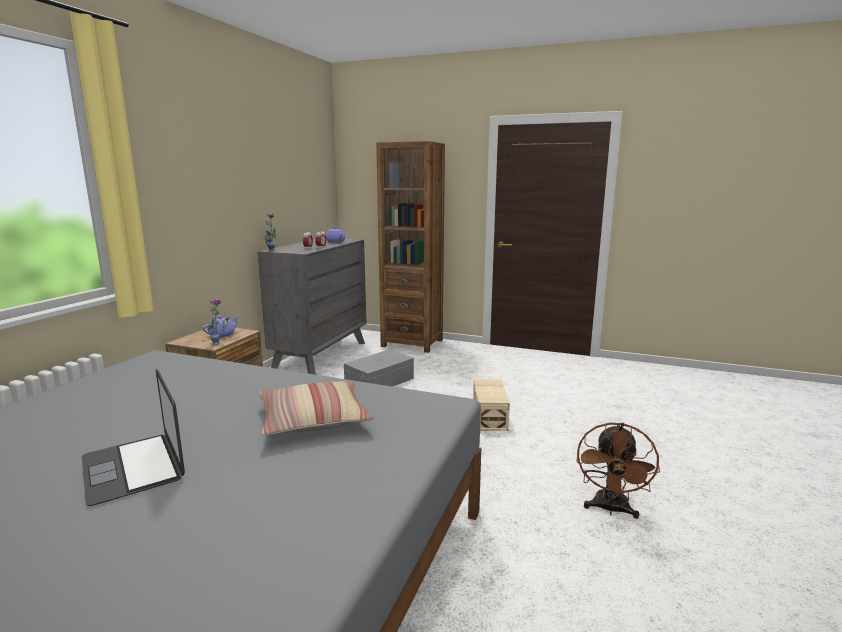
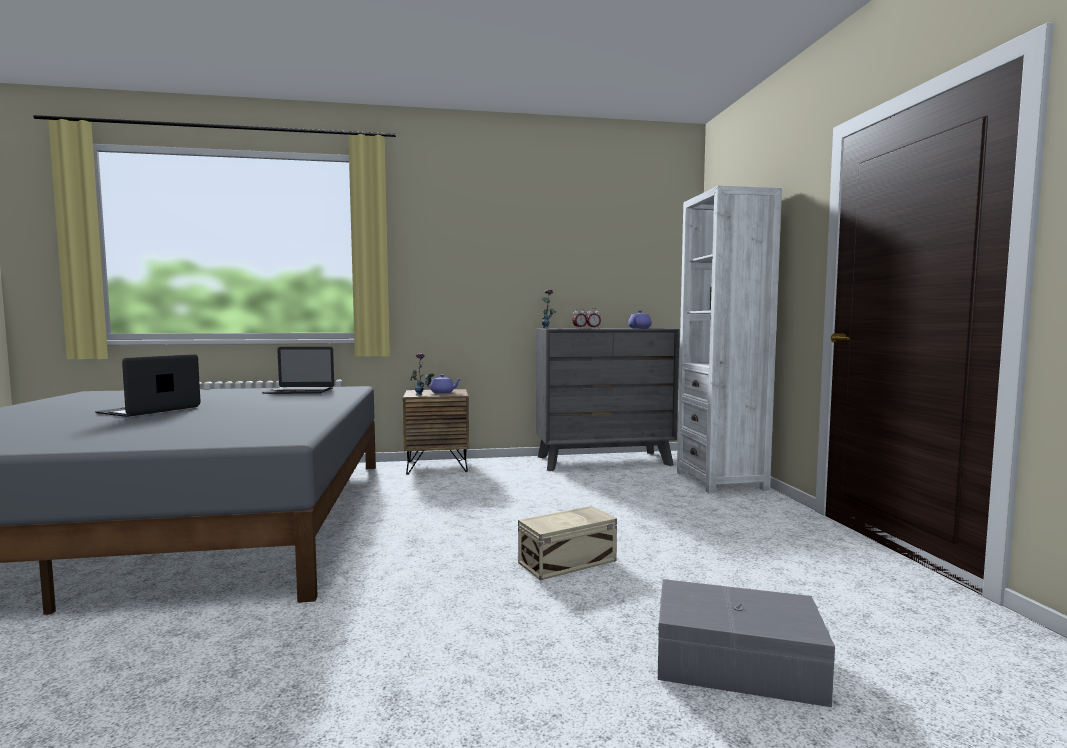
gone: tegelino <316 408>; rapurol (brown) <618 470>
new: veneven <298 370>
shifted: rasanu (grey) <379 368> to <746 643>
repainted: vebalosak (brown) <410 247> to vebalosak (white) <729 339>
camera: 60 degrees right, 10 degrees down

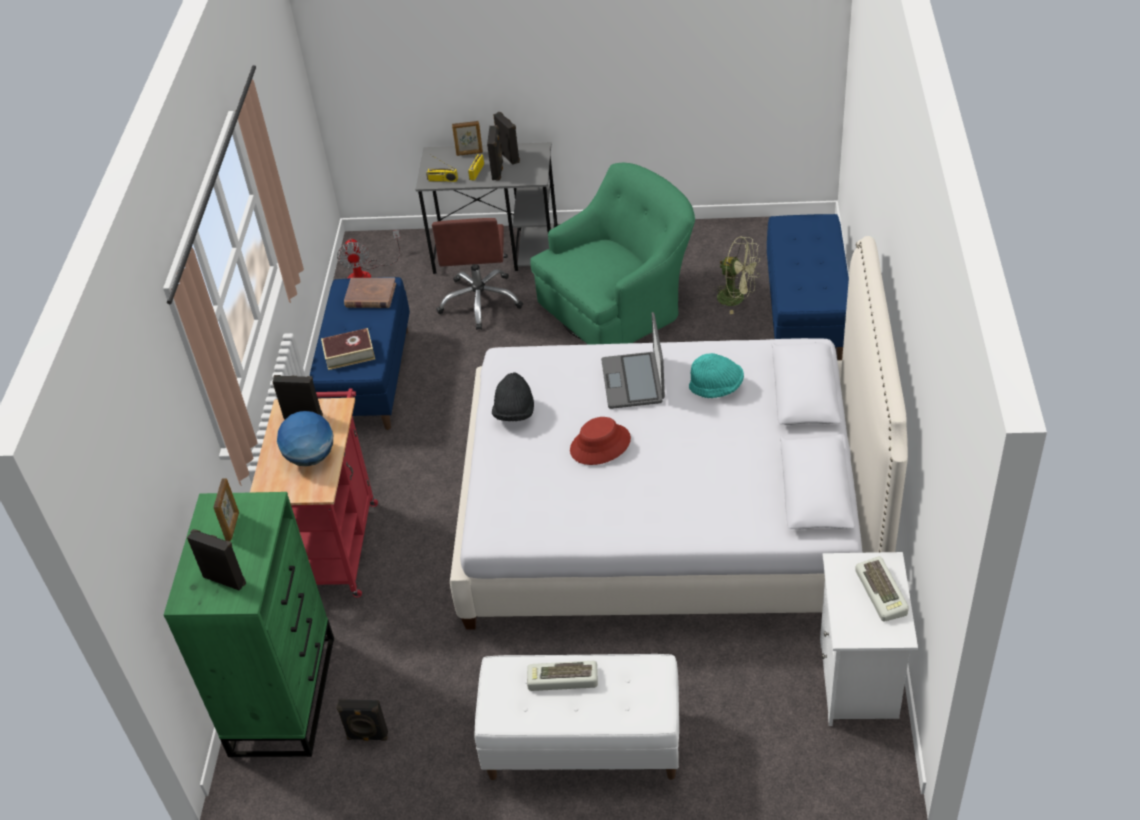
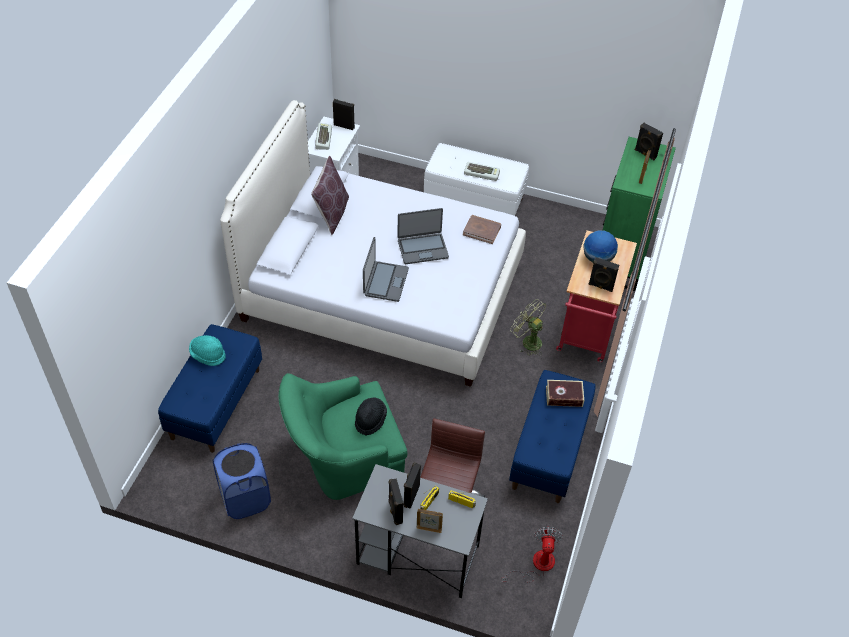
new: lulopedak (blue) <242 481>; tegelino (brown) <330 195>
shifted: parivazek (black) <362 720> to <344 114>; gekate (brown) <370 293> to <482 229>; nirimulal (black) <513 396> to <371 416>; nirimulal (turquoise) <716 375> to <207 350>; rapurol (green) <737 275> to <528 328>
swapped: nirimulal (red) <600 441> to veneven <423 236>
camera: 170 degrees left, 5 degrees up

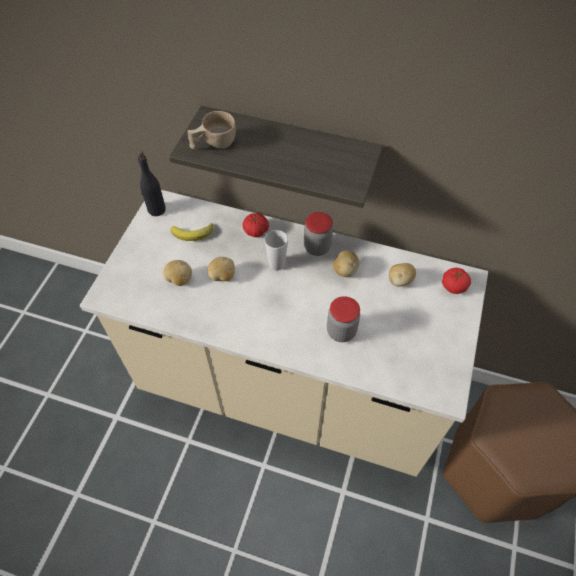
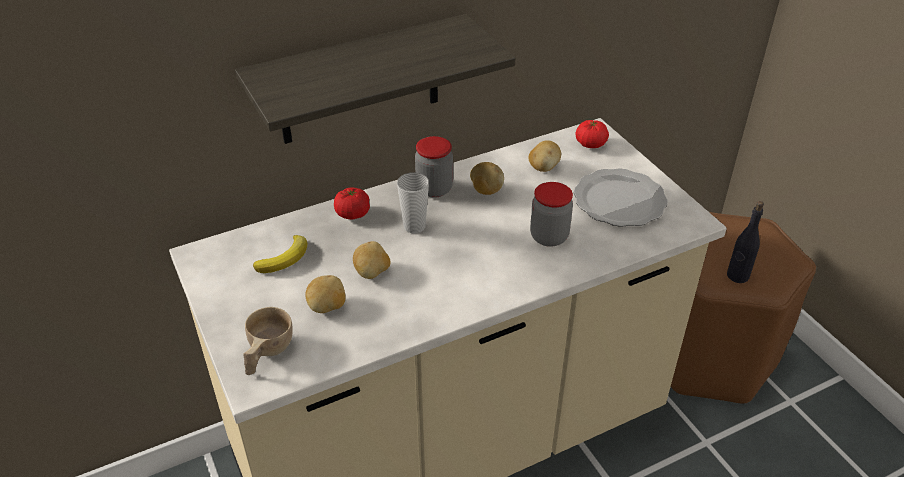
new: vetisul <621 197>
shifted: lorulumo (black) <151 183> to <745 242>; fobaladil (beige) <211 130> to <268 341>
camera: 45 degrees left, 15 degrees down

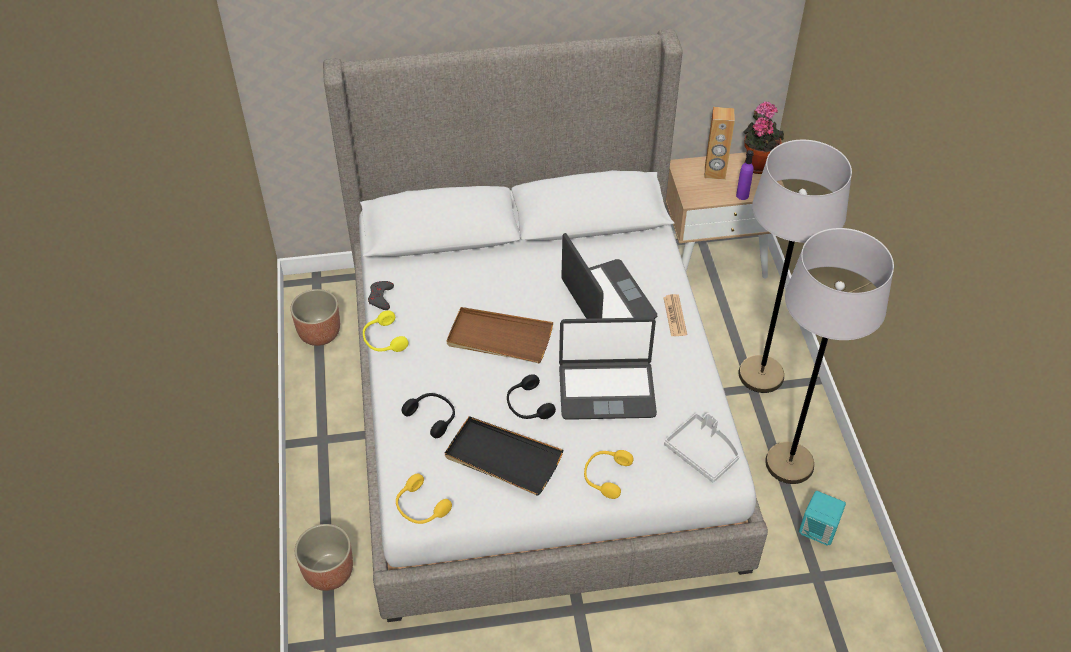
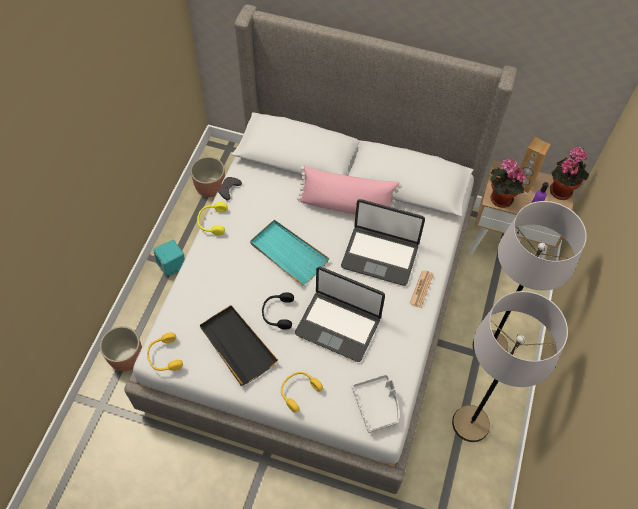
gone: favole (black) <428 415>
new: tegelino (pink) <349 190>; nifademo <507 183>
shifted: parivazek (turquoise) <822 518> to <169 258>
repainted: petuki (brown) <499 335> to petuki (turquoise) <289 253>
rotated: veneven <609 276> = <383 242> 105 degrees clockwise
camera: 25 degrees right, 10 degrees up

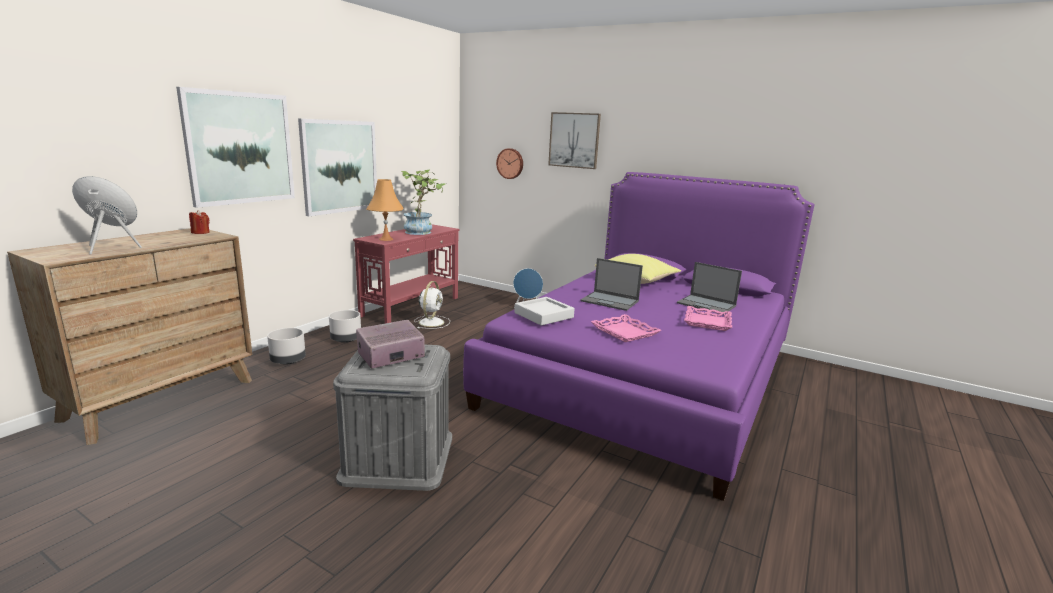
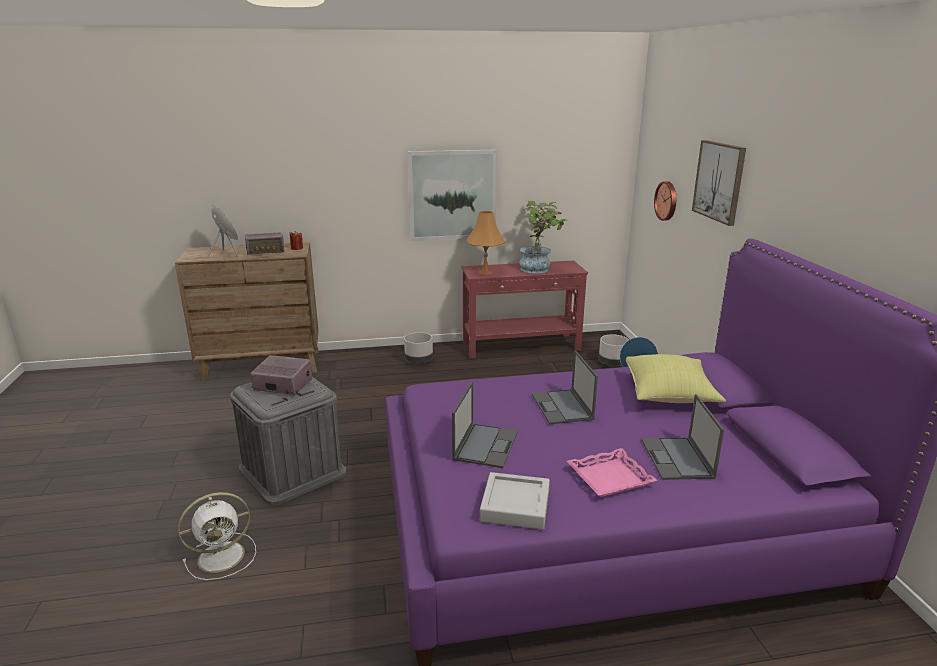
gone: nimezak <235 147>
new: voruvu <264 244>
shifted: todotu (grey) <286 346> to <614 350>; rapurol (white) <432 305> to <217 536>; petuki (grey) <544 311> to <515 501>
swapped: petuki (pink) <626 328> to veneven <485 425>
camera: 50 degrees right, 5 degrees up

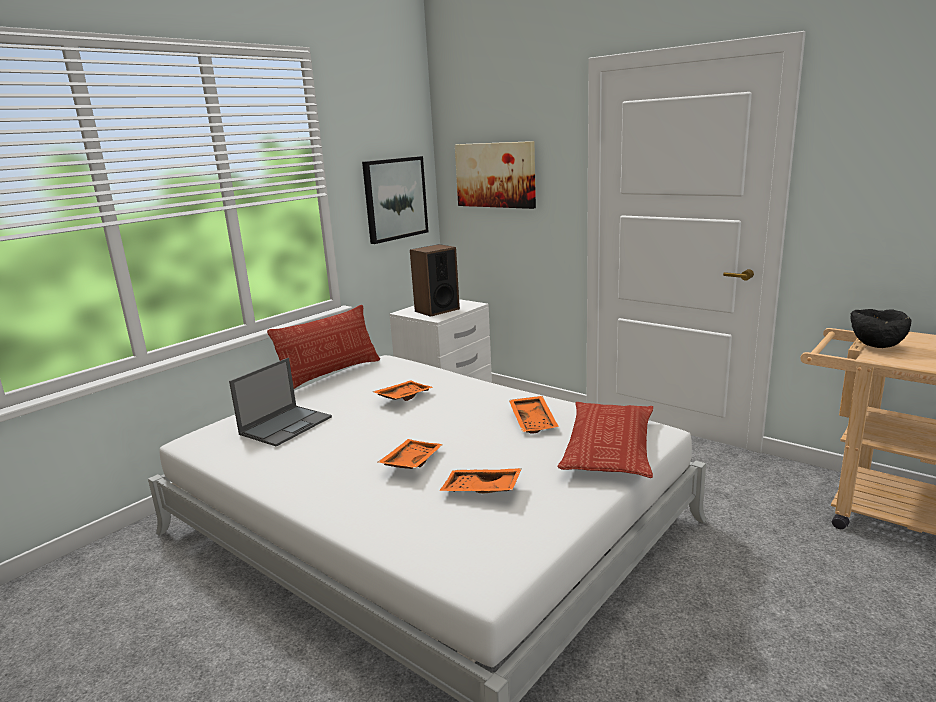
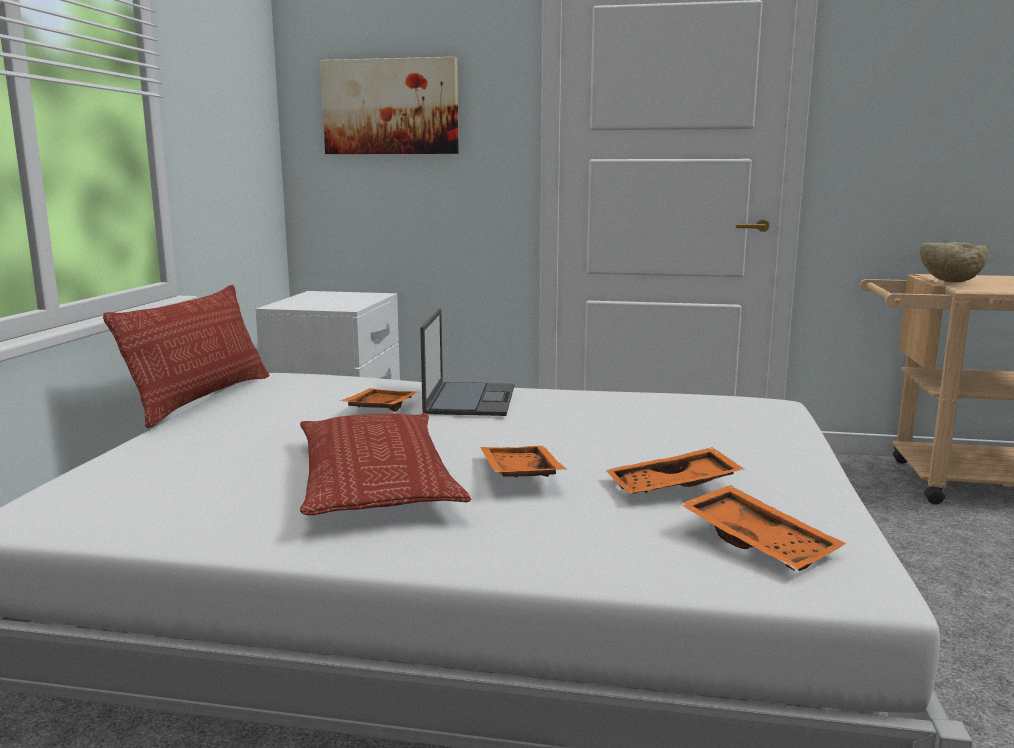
gone: nimezak <395 200>; parivazek <435 280>
shifted: veneven <280 402> to <467 362>; petuki (orange) <534 415> to <763 528>; tegelino <605 440> to <385 464>
repainted: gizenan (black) <881 328> to gizenan (beige) <954 262>
camera: 30 degrees left, 5 degrees down

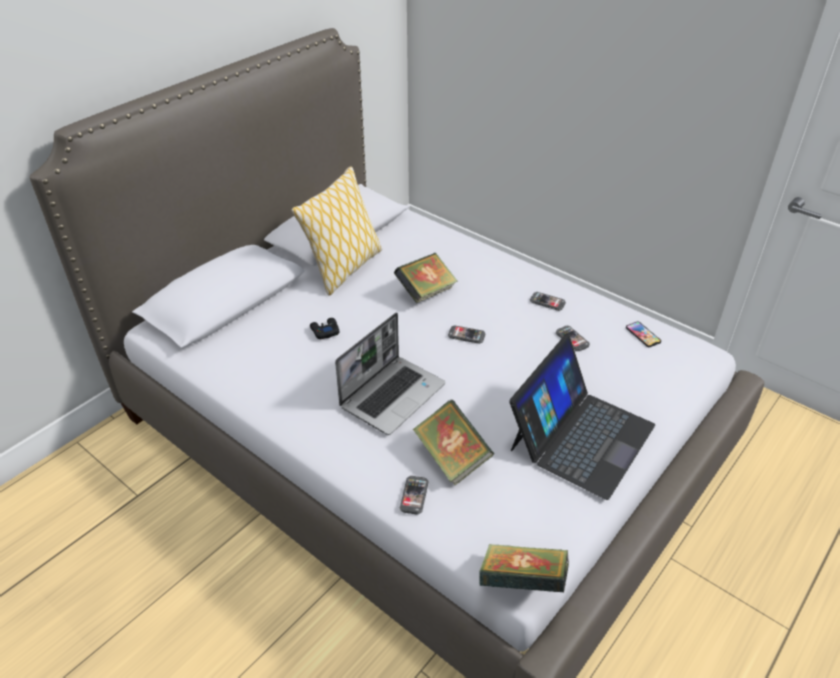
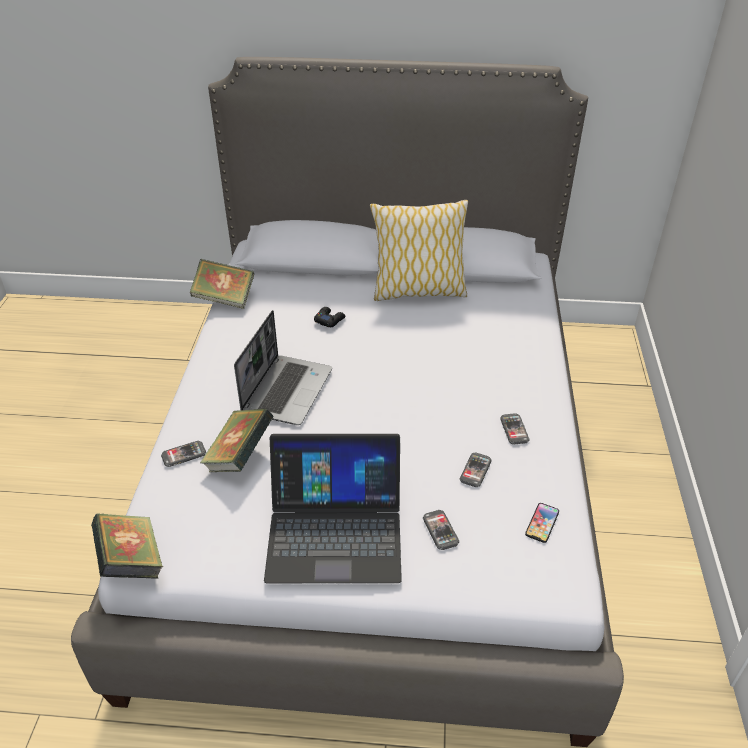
shifted: gekate <426 278> to <222 284>; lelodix <467 334> to <441 530>
rotated: veneven <390 373> = <283 367> 75 degrees counterclockwise
camera: 55 degrees right, 0 degrees up

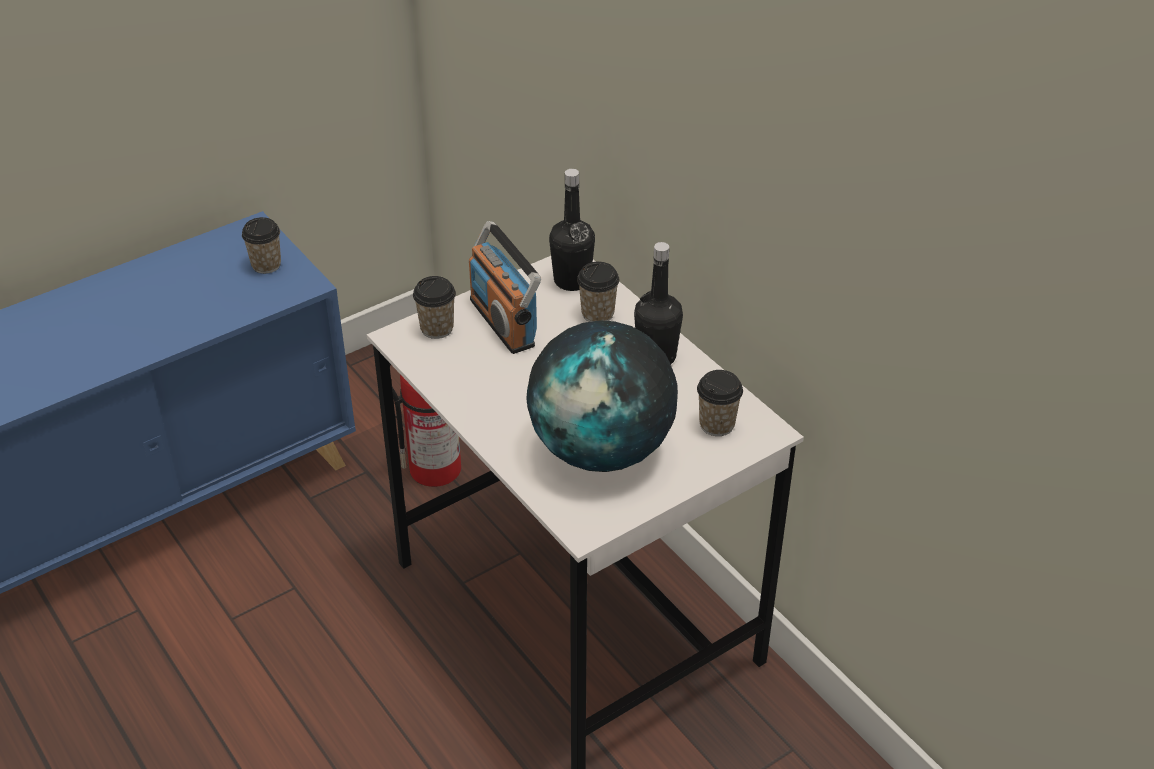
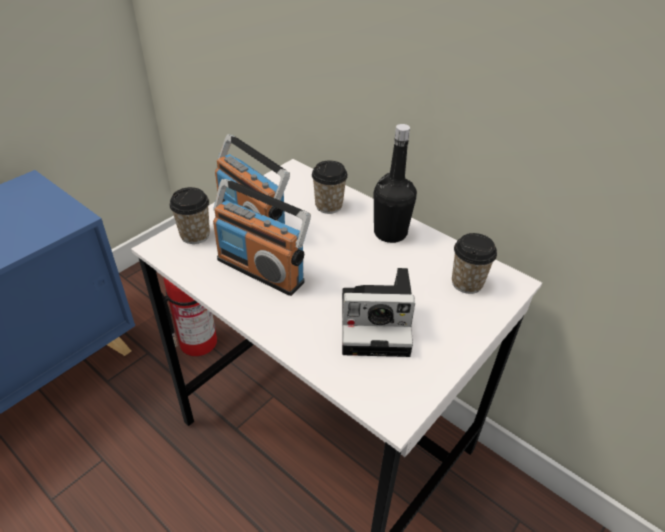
gone: fobaladil <261 245>; lorulumo (black) <572 230>
new: voruvu <262 237>
swapped: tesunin <602 396> to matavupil <378 312>
camera: 15 degrees left, 0 degrees up

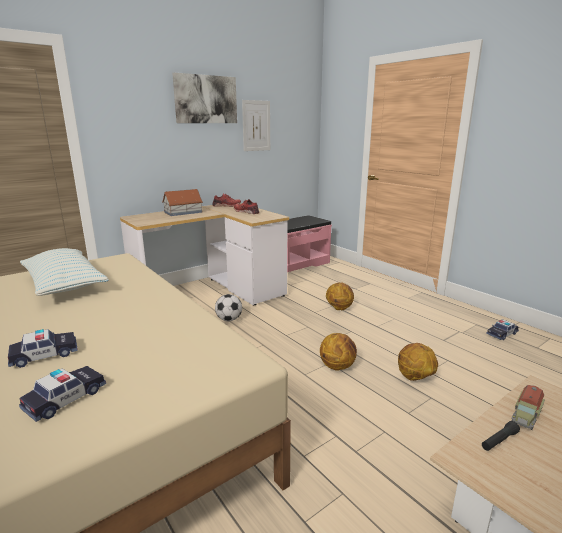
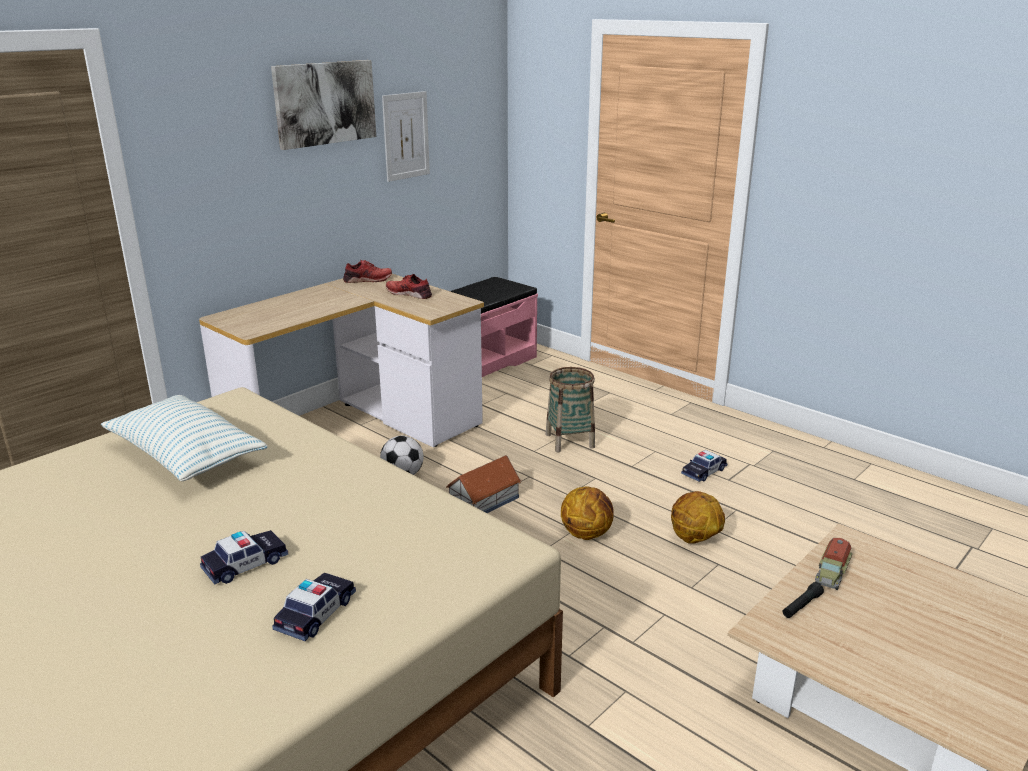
shifted: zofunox <182 202> to <484 484>; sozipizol <502 329> to <704 466>
swapped: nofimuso <340 296> to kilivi <570 409>
camera: 10 degrees left, 5 degrees up

